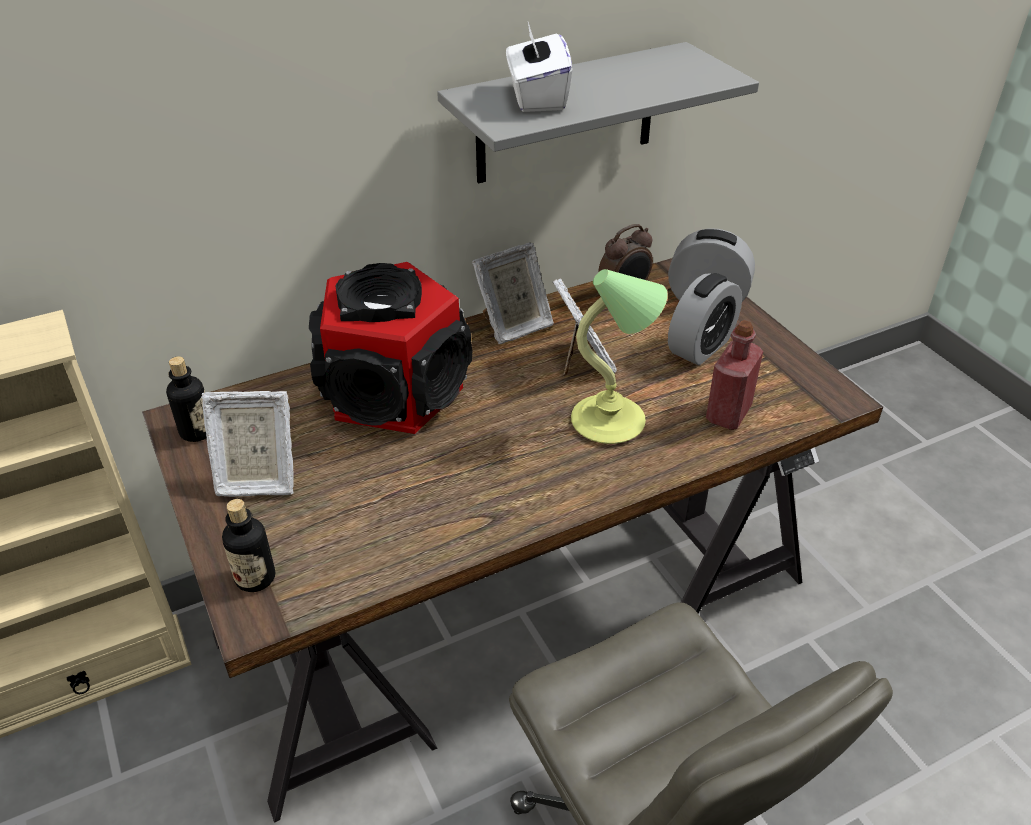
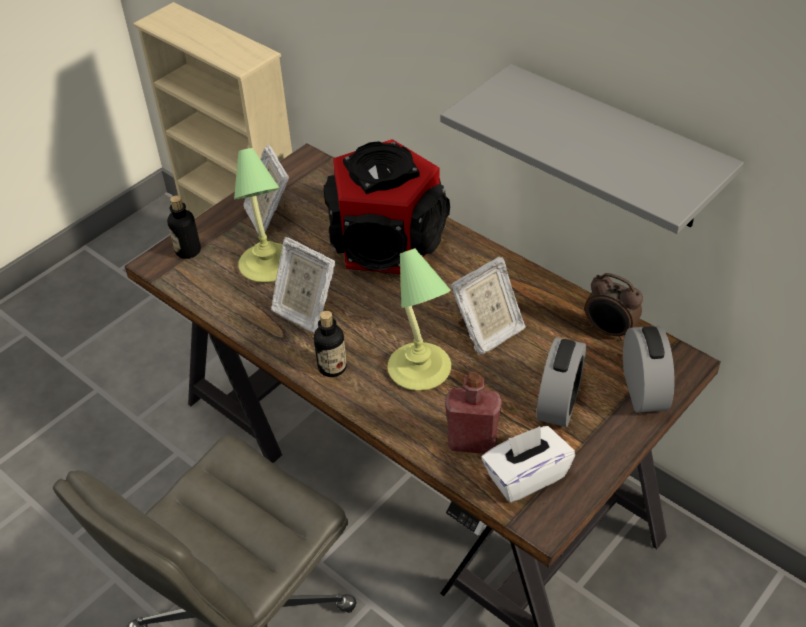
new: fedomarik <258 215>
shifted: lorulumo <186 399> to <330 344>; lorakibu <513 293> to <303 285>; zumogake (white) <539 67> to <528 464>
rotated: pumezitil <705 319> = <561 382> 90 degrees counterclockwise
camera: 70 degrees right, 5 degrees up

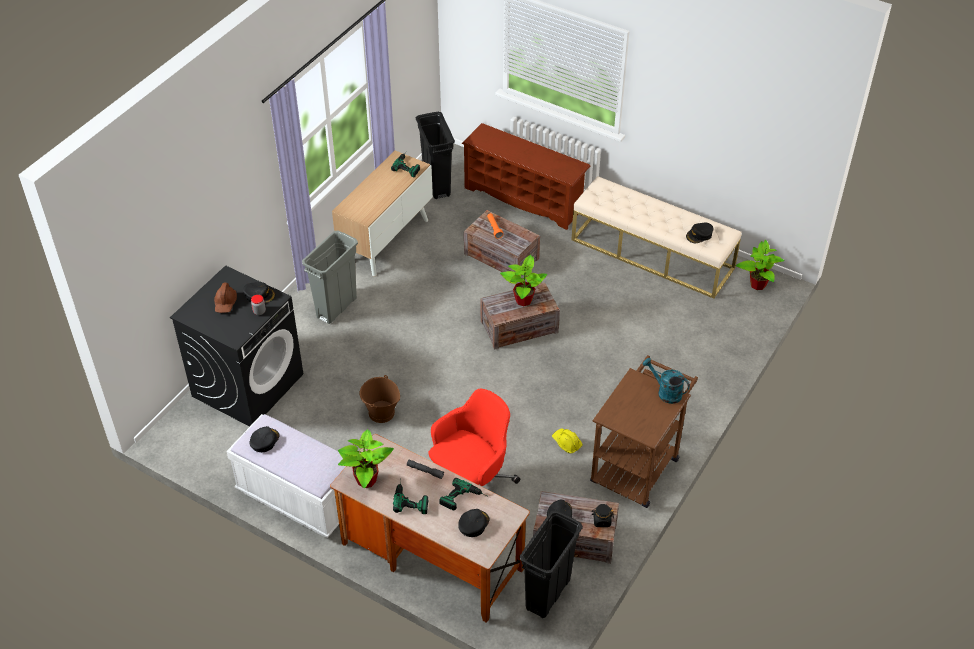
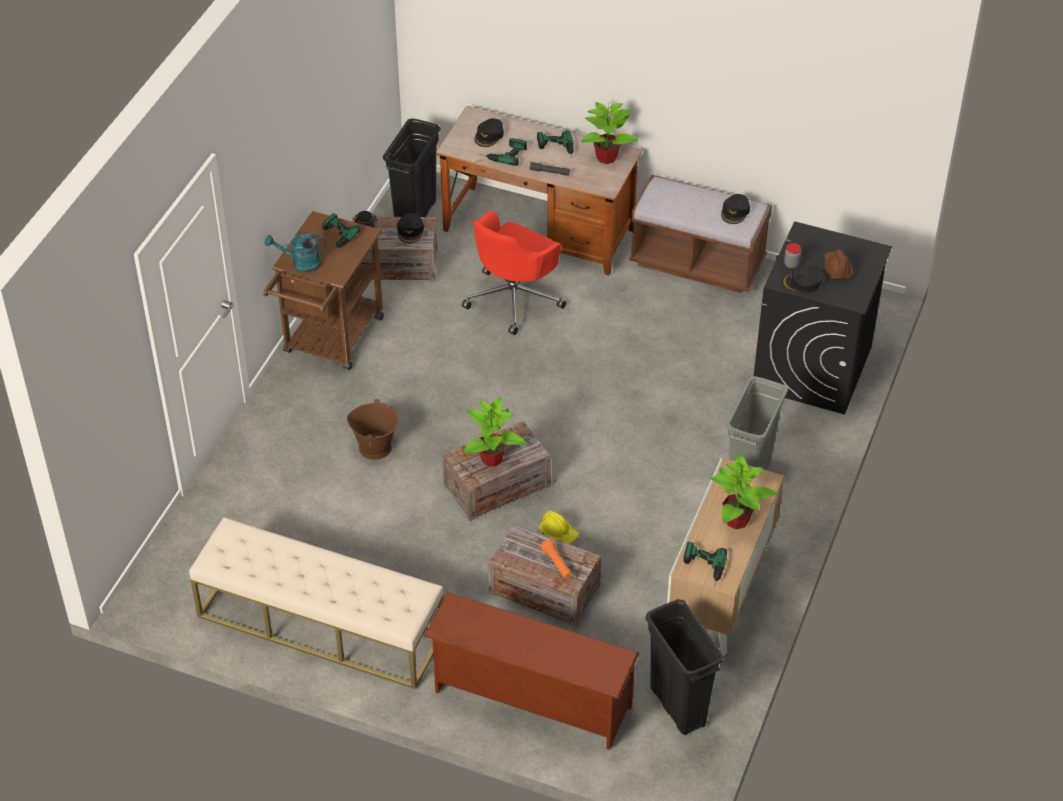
gone: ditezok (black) <700 232>
new: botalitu <341 232>
shifted: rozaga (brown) <380 399> to <373 429>; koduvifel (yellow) <567 441> to <559 527>; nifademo <760 265> to <744 492>
repainted: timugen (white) <286 476> to timugen (brown) <700 234>
rotated: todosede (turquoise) <666 381> = <295 253> 150 degrees clockwise
camera: 170 degrees right, 0 degrees up

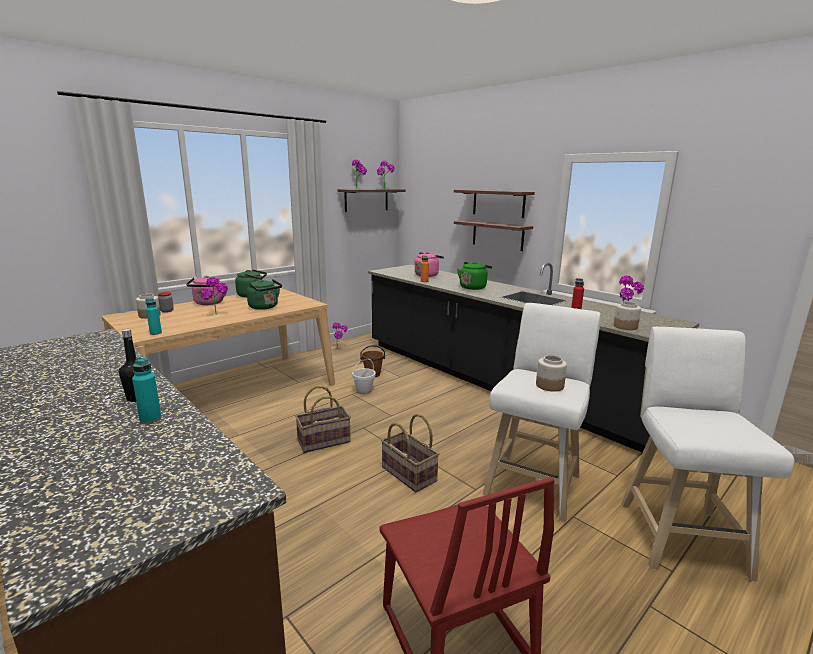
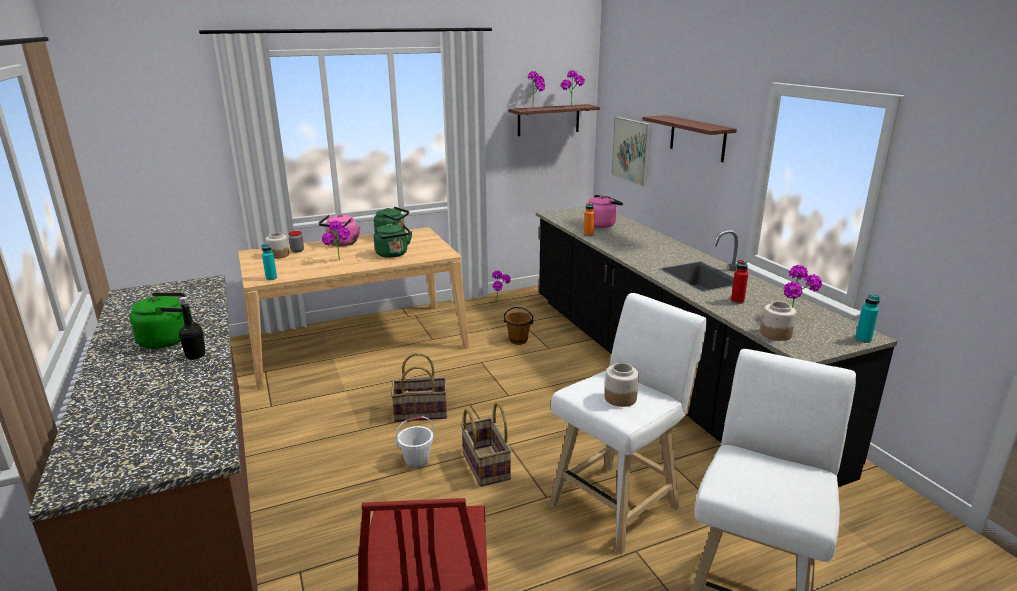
gone: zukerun <493 235>
new: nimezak <631 152>
shifted: lorulumo (turquoise) <147 390> to <867 318>; rozaga (white) <364 376> to <415 442>; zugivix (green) <474 276> to <157 320>
camera: 20 degrees right, 5 degrees up

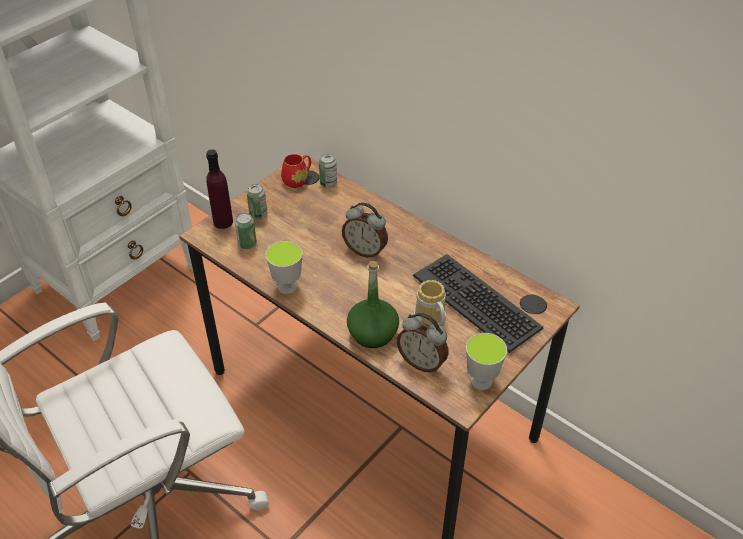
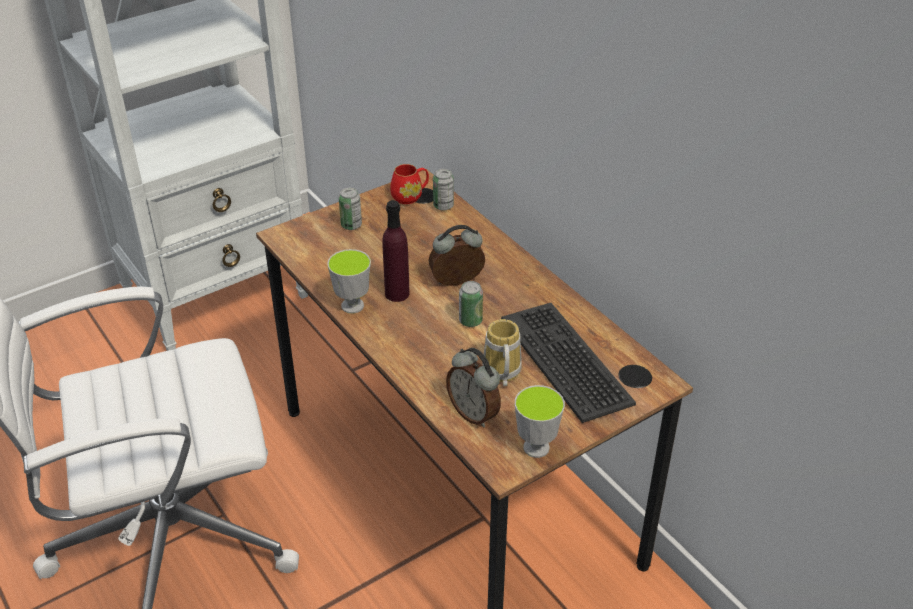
gone: lorulumo (green) <373 304>
shifted: lorulumo (purple) <219 189> to <395 251>; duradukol <246 231> to <471 304>
rotated: pumezitil <365 230> = <456 255> 120 degrees clockwise
camera: 15 degrees right, 5 degrees down

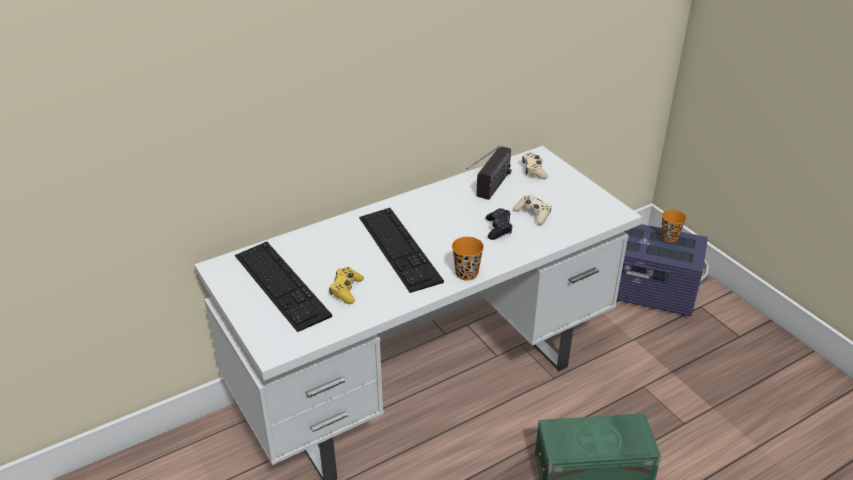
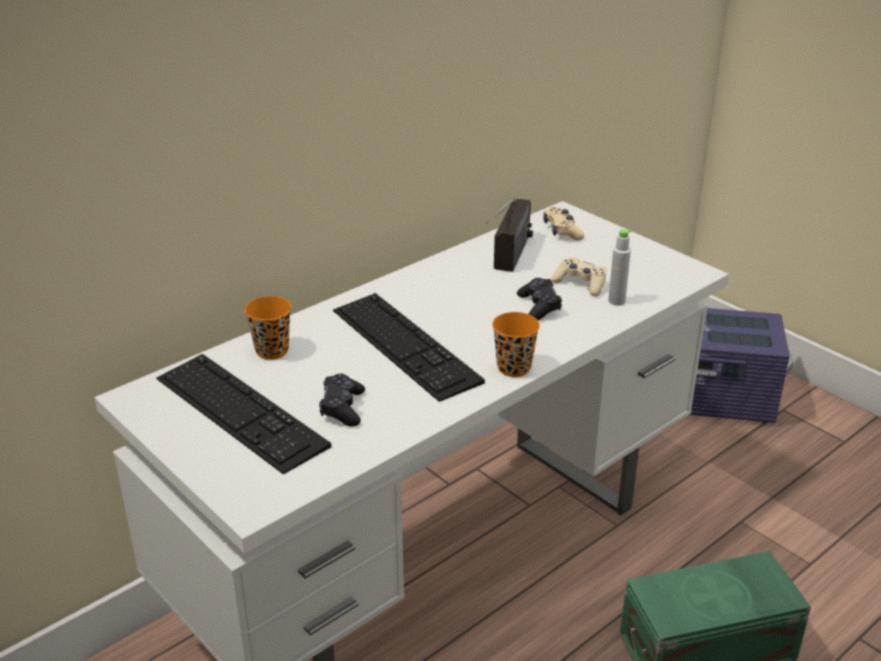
new: lorulumo (grey) <620 267>
shifted: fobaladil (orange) <673 226> to <268 328>
repainted: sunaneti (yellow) <346 285> to sunaneti (black) <342 400>
camera: 10 degrees left, 5 degrees down

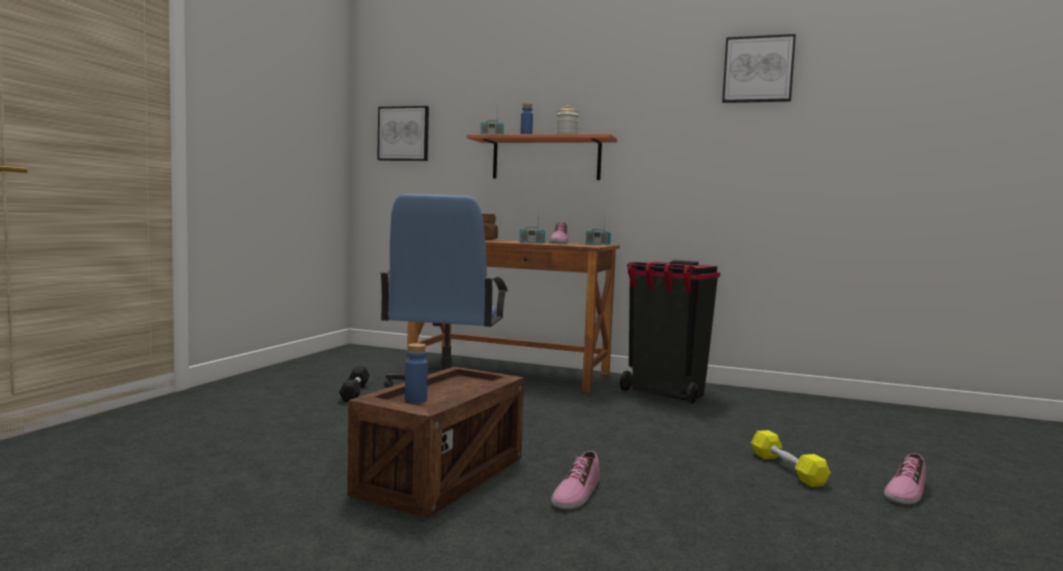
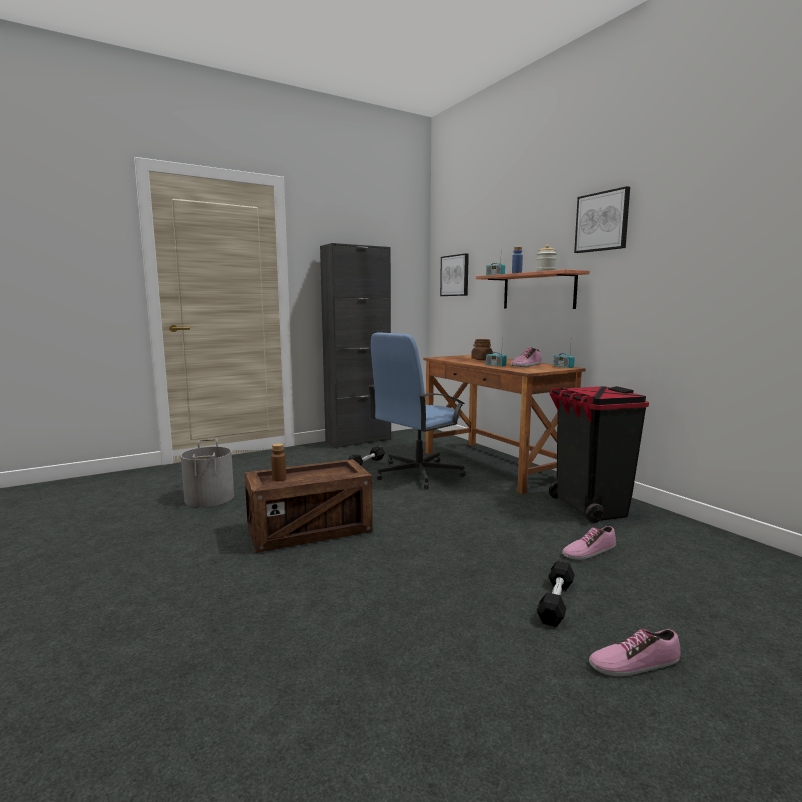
new: rozaga (grey) <207 473>; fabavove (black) <355 346>
shifted: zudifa <575 480> to <589 543>; nimezak <759 68> to <602 219>
repainted: lorulumo (blue) <416 373> to lorulumo (brown) <278 462>; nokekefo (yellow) <791 458> to nokekefo (black) <555 594>
camera: 40 degrees right, 5 degrees up

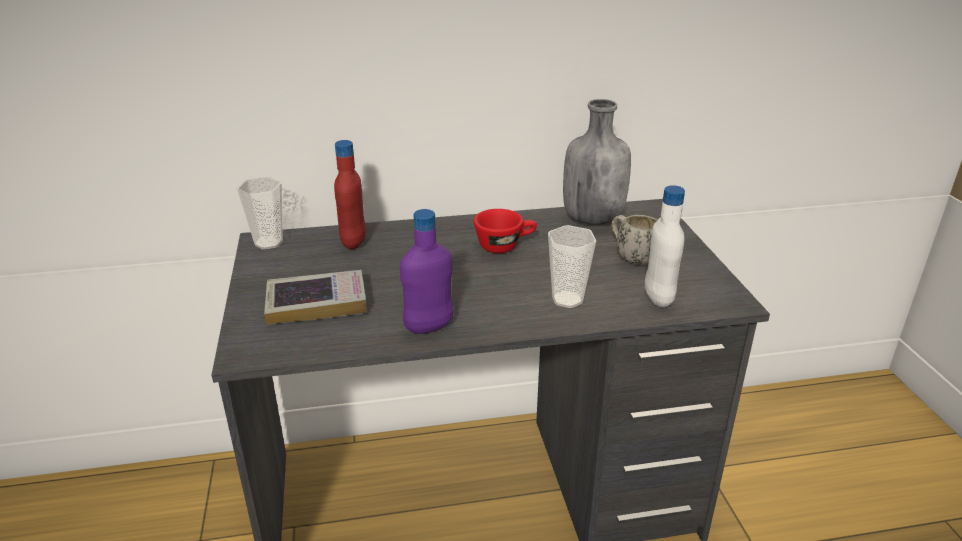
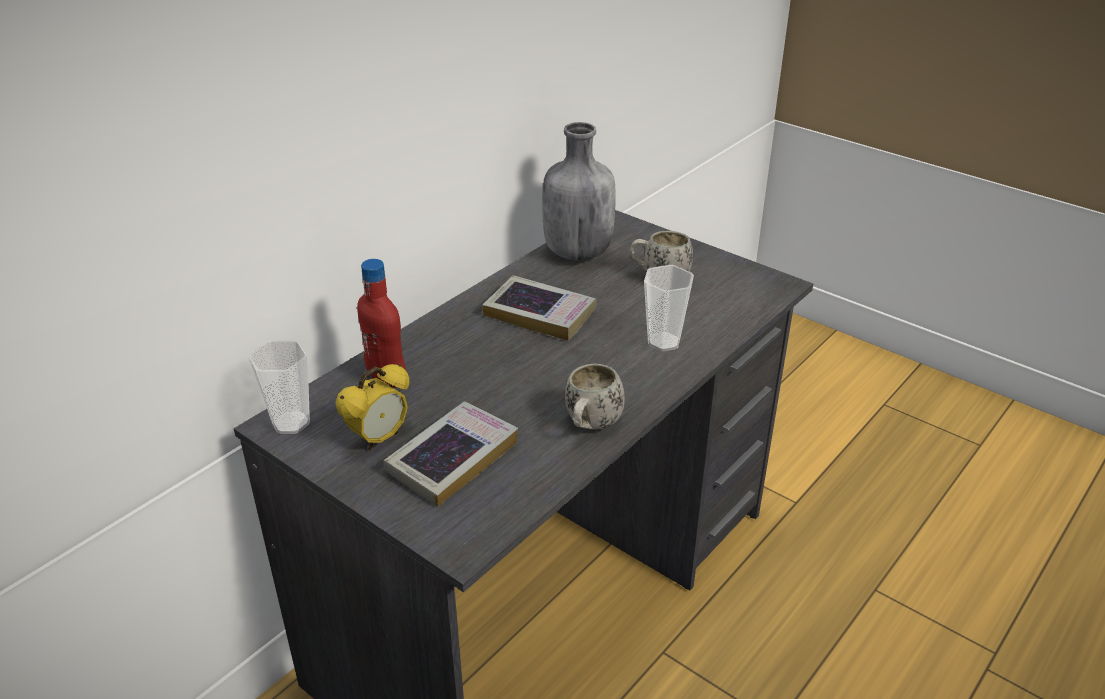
gone: lorulumo (white) <665 246>
new: pumezitil <373 407>
swapped: lorulumo (purple) <427 271> to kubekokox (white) <595 397>; fobaladil (red) <505 231> to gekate <539 308>
camera: 40 degrees left, 5 degrees up

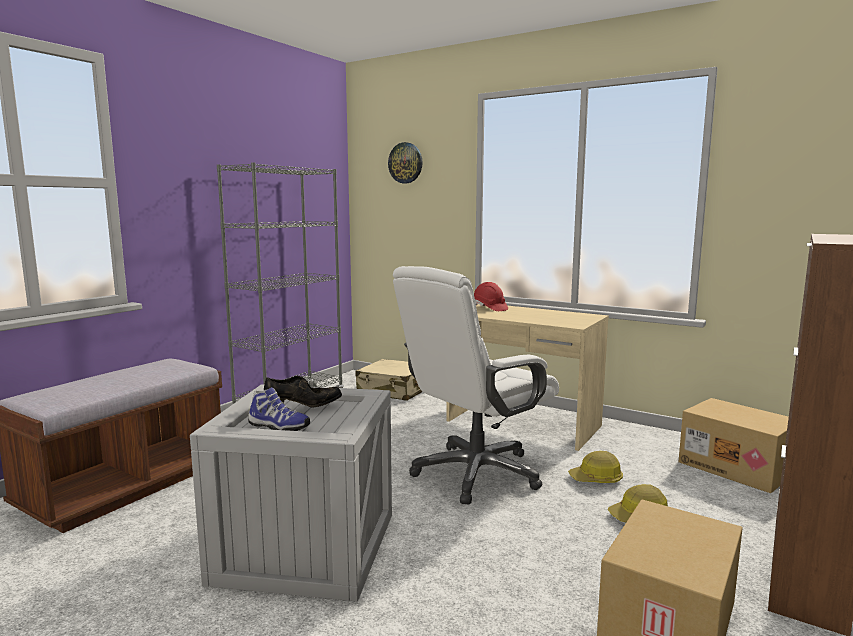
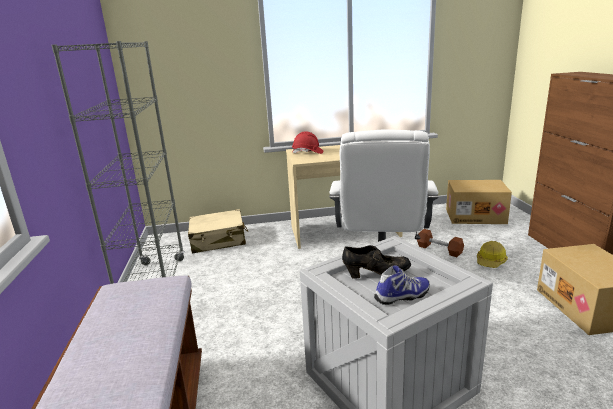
gone: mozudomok <405 162>
swapped: koduvifel <595 467> to nokekefo (brown) <440 243>
rotated: zudifa (black) <303 391> = <376 262> 60 degrees clockwise
camera: 40 degrees left, 10 degrees up

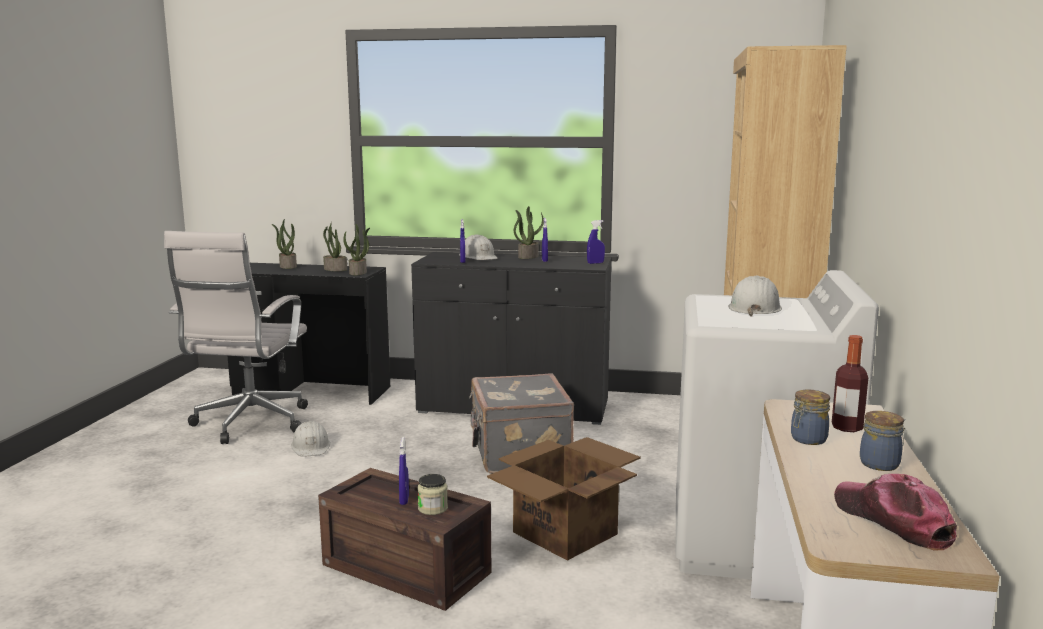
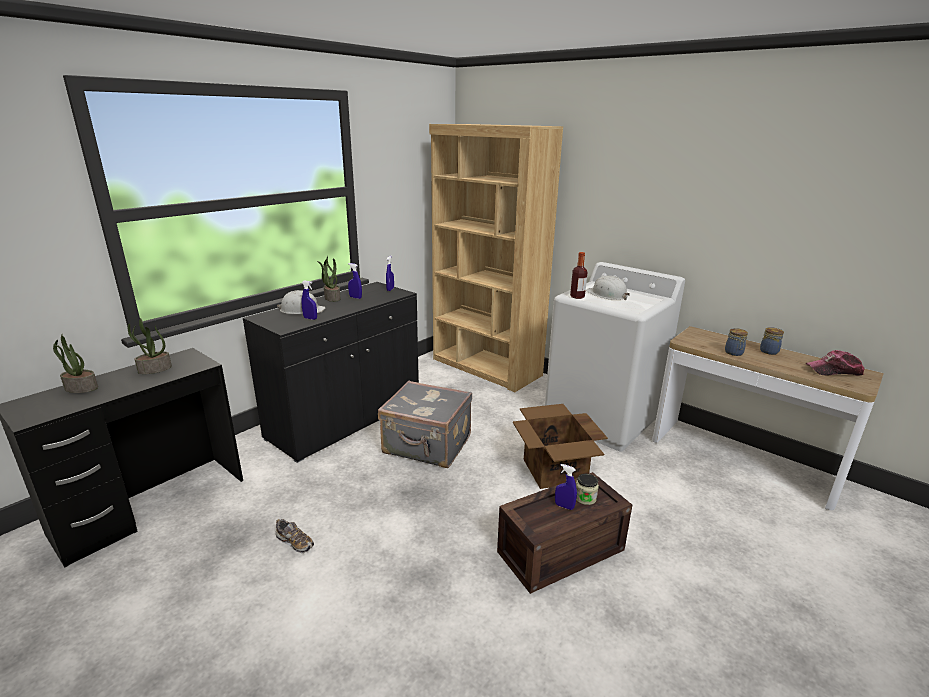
gone: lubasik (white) <236 337>; nifademo <356 250>
shifted: lorulumo <850 383> to <578 275>
swapped: koduvifel (white) <310 439> to zudifa <295 536>
camera: 60 degrees left, 10 degrees up

